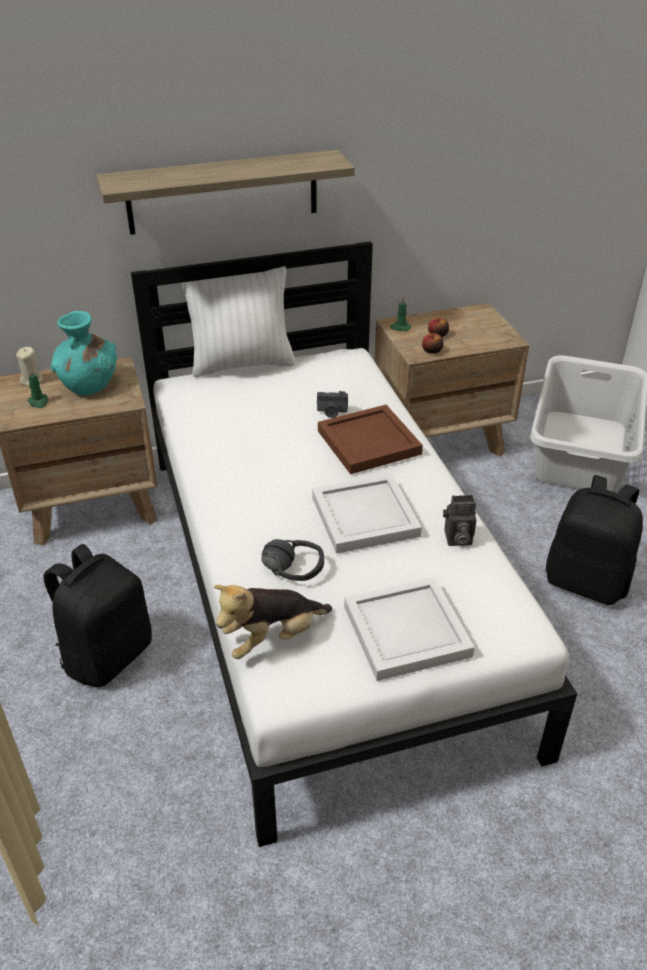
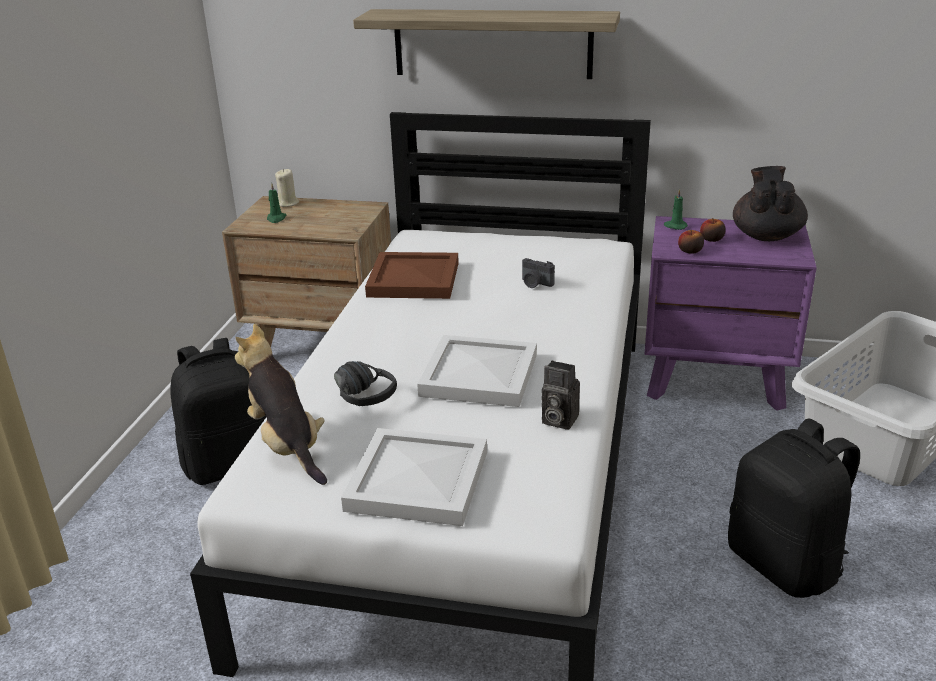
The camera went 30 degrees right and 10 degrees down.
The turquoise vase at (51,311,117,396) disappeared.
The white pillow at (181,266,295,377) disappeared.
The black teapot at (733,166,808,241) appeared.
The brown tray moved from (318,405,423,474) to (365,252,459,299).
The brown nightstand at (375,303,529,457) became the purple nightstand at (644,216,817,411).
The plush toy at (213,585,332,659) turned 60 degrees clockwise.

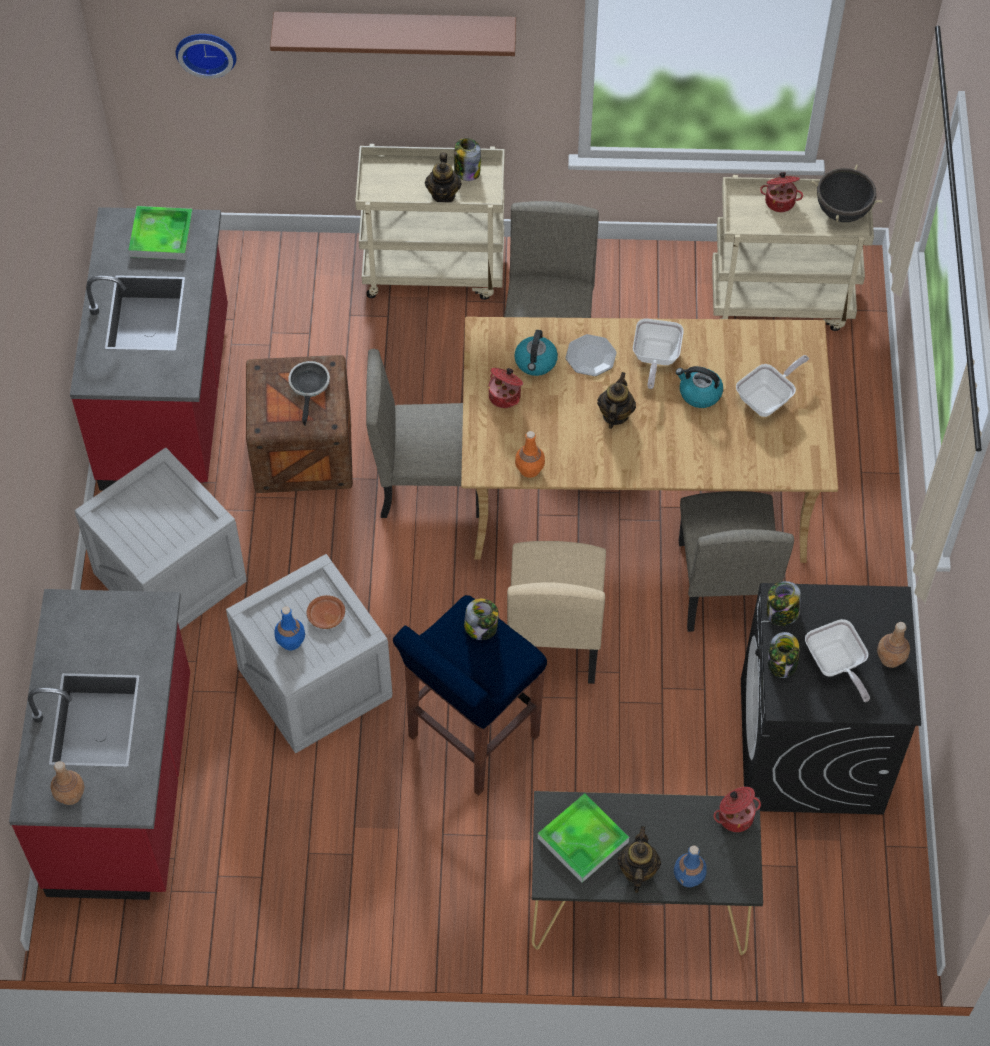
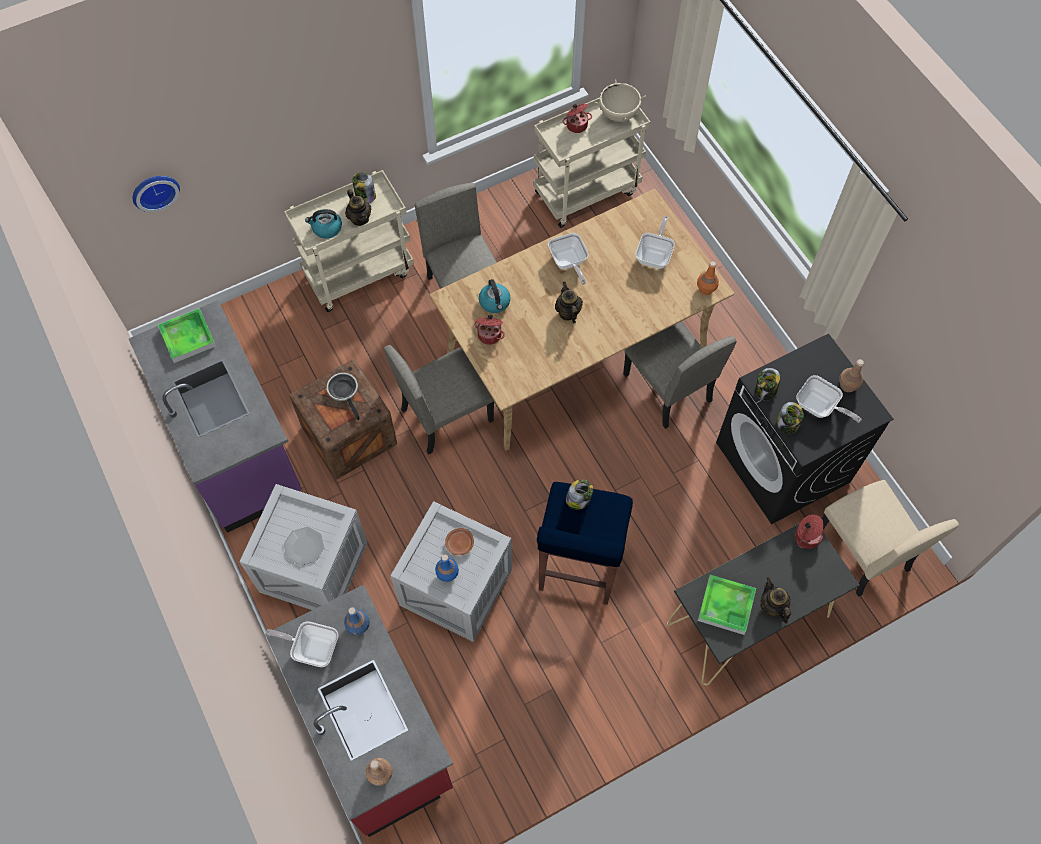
The camera went 30 degrees left and 5 degrees up.
The brown shelf at (270,12,516,56) disappeared.
The frying pan at (266,621,338,667) appeared.
The beige chair moved from (507,541,606,684) to (822,480,959,597).
The orange bottle moved from (515,431,545,478) to (697,261,719,295).
The plate moved from (565,334,617,376) to (284,527,324,565).
The blue bottle moved from (674,846,707,887) to (344,607,370,635).
The kettle moved from (676,366,723,408) to (305,209,342,238).
The red counter at (70,207,228,491) became the purple counter at (129,300,302,533).
The black cooking pot at (811,165,882,222) became the beige cooking pot at (595,79,646,122).

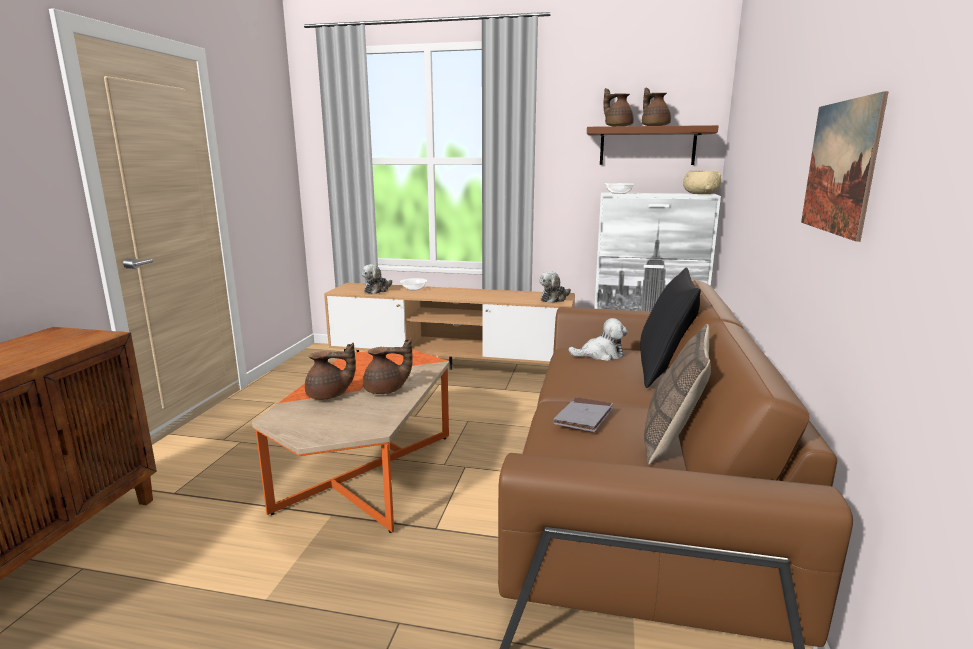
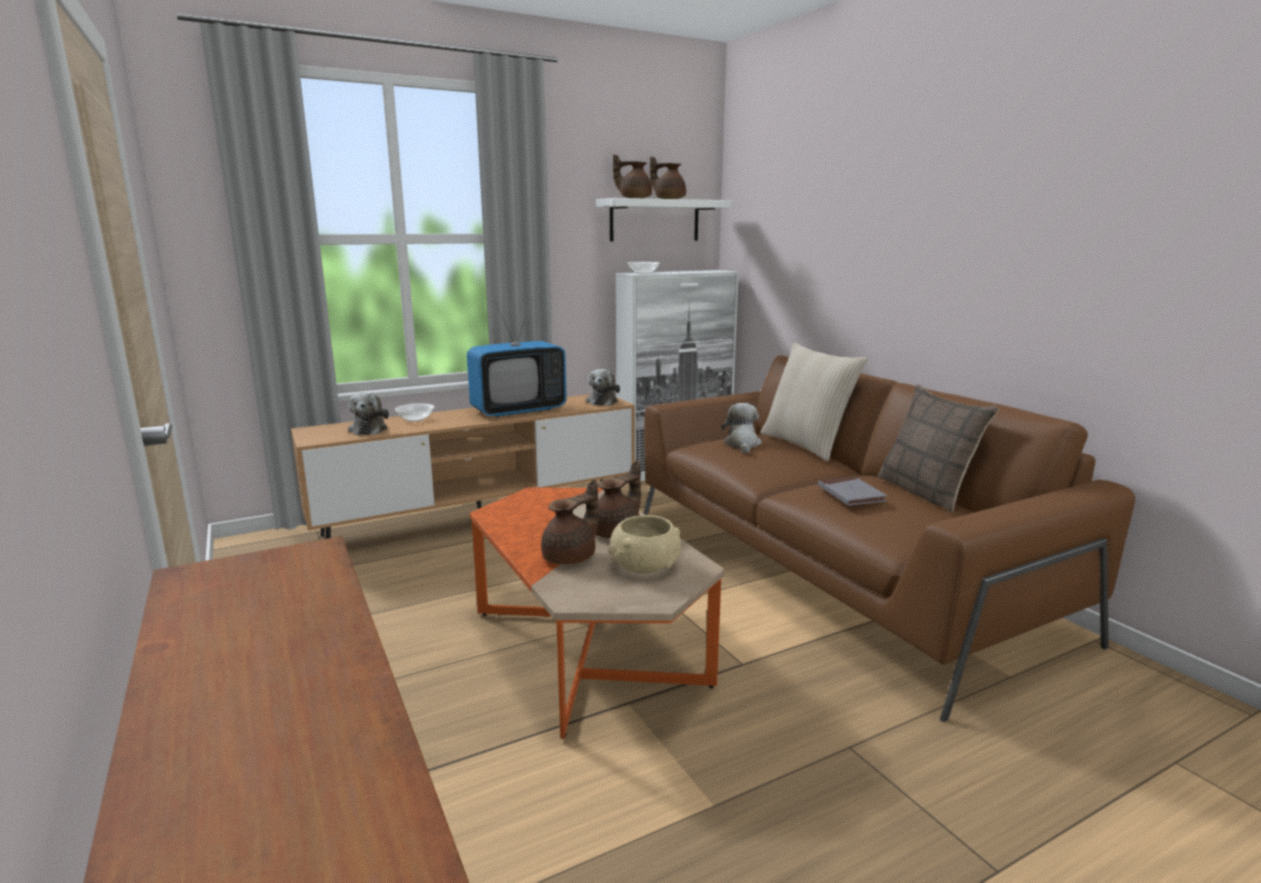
The camera went 40 degrees left and 0 degrees up.
The picture at (801,91,889,242) disappeared.
The television at (467,299,567,417) appeared.
The beige bowl moved from (683,171,721,194) to (608,515,681,573).
The brown shelf at (587,125,718,165) became the white shelf at (596,198,732,241).
The black pillow at (640,268,701,388) became the beige pillow at (760,343,867,462).
The plush toy at (568,318,628,361) turned 45 degrees counterclockwise.

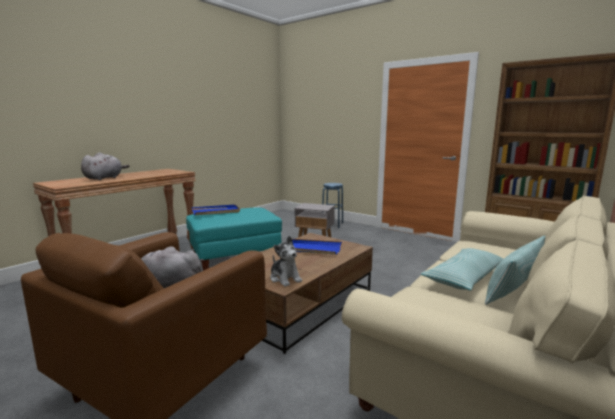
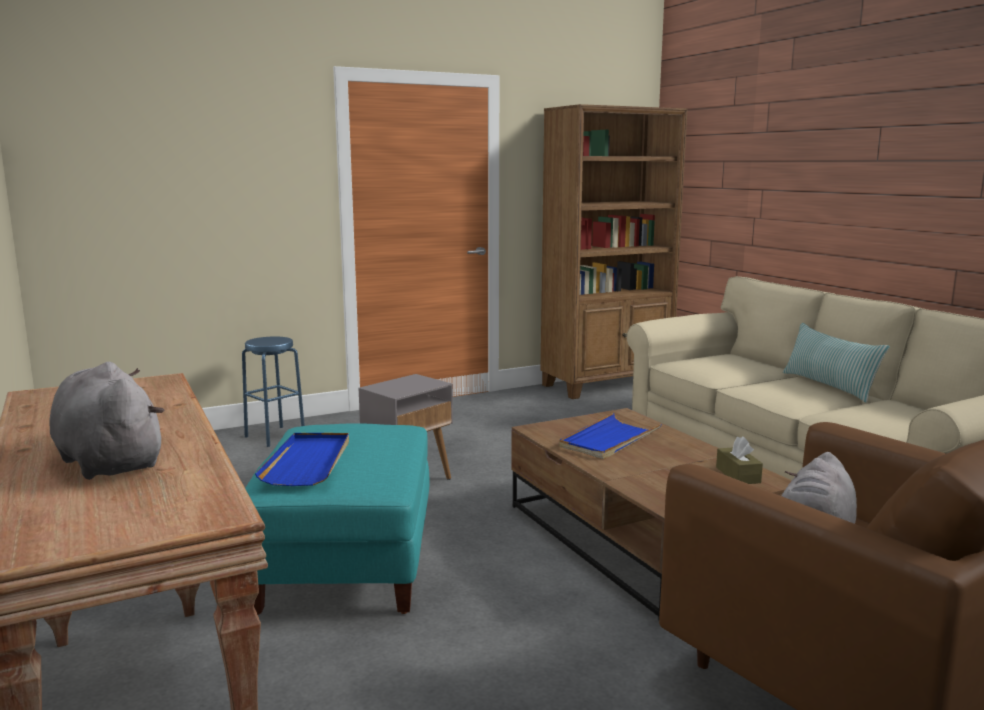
The camera went 65 degrees left and 0 degrees up.
The pillow at (421,248,504,291) disappeared.
The plush toy at (270,236,302,287) was replaced by the brown tissue box at (716,436,763,484).

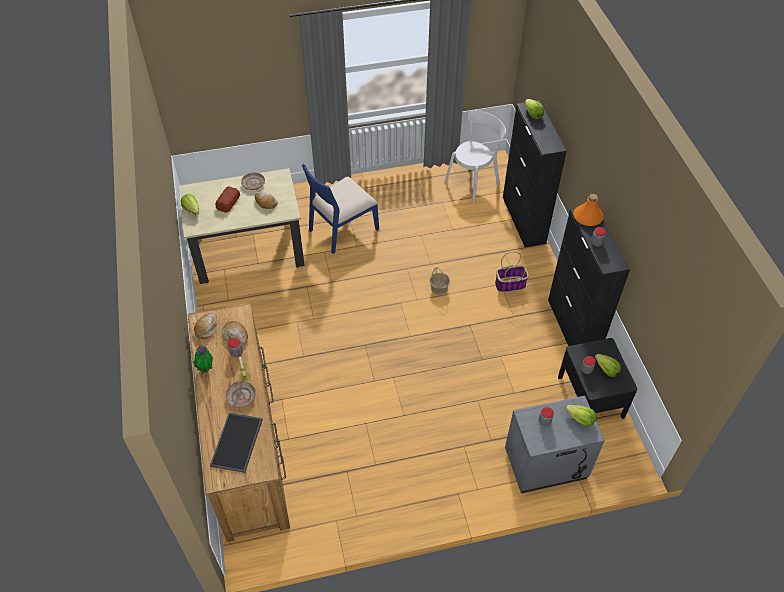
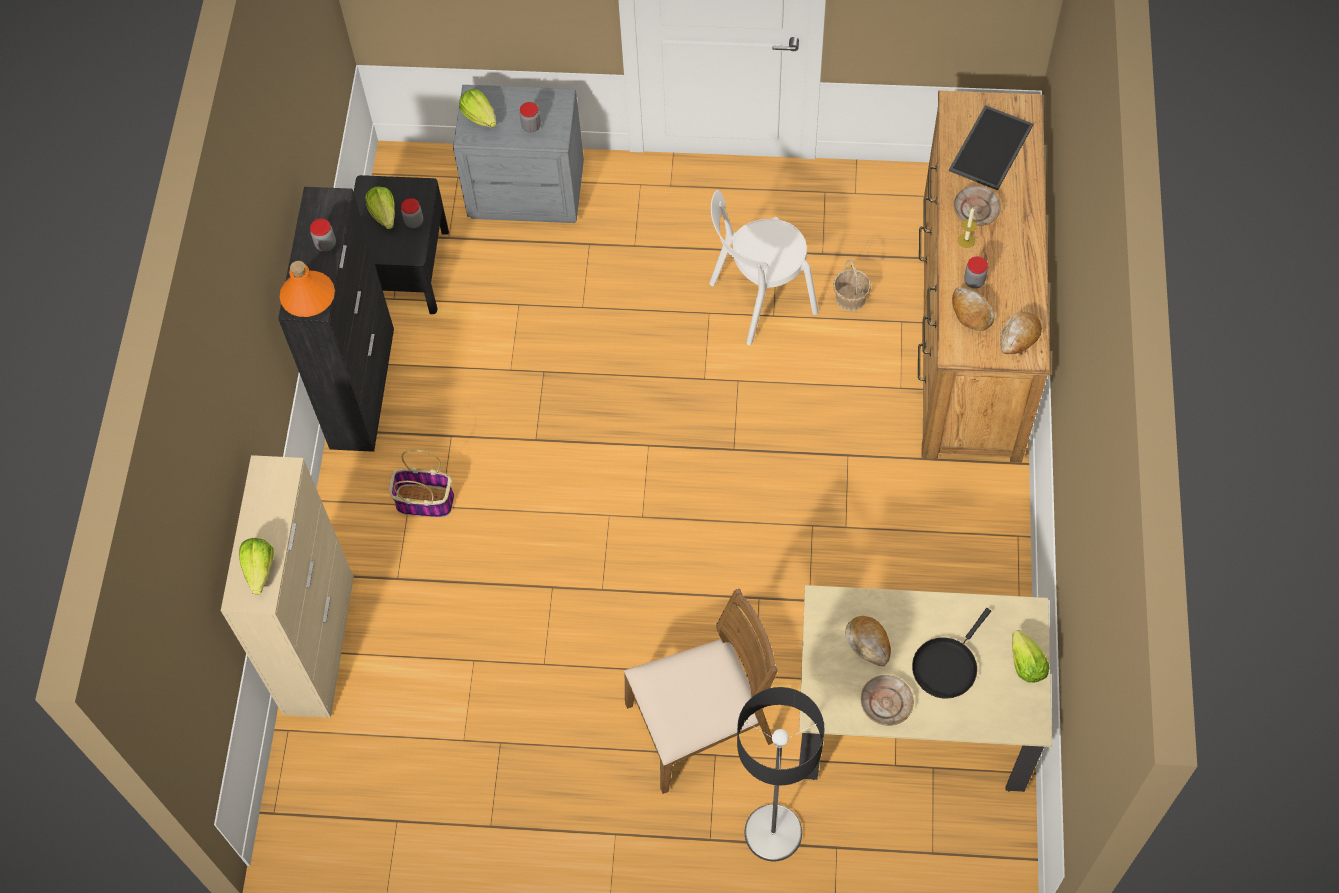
The camera went 160 degrees left and 10 degrees up.
The potted plant at (193,346,213,373) disappeared.
The floor lamp at (737,687,825,861) appeared.
The basket moved from (430,267,450,295) to (833,260,871,311).
The white chair moved from (444,110,506,203) to (709,190,818,345).
The bread at (215,186,240,213) was replaced by the black frying pan at (912,608,991,699).
The blue chair at (302,163,379,254) became the brown chair at (624,589,778,794).
The black cabinet at (503,100,567,247) became the beige cabinet at (221,455,354,718).

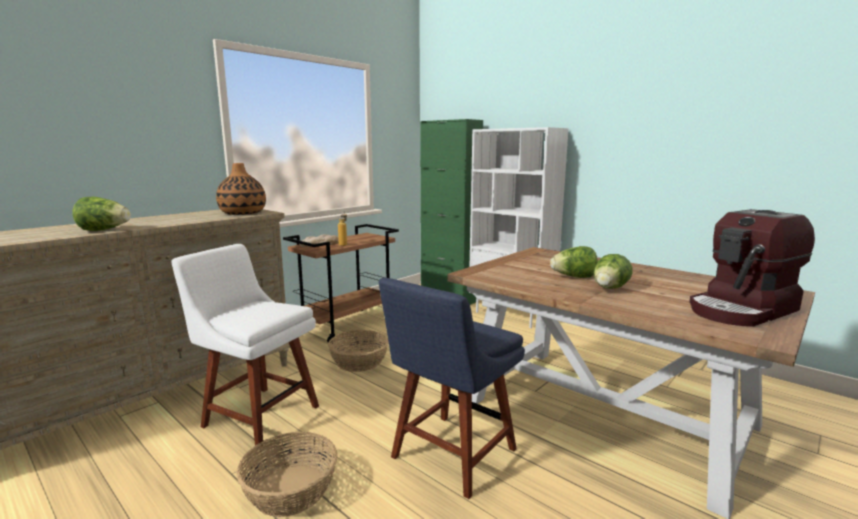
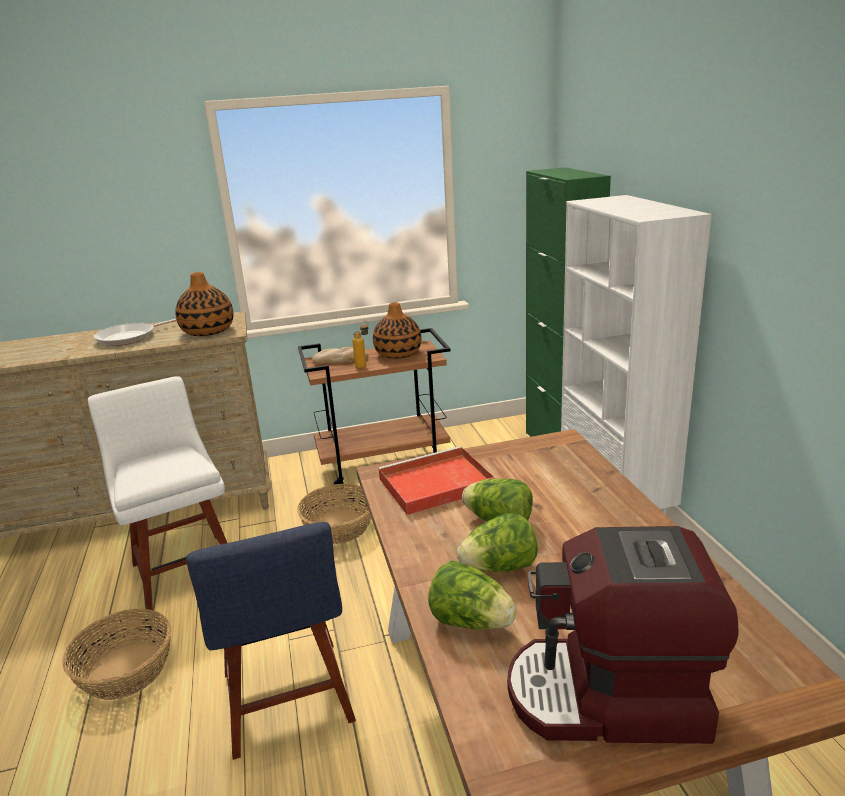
The camera went 35 degrees right and 10 degrees up.
The frying pan at (93,319,177,346) appeared.
The vase at (373,302,422,359) appeared.
The red tray at (378,446,495,515) appeared.
The lettuce moved from (72,197,131,231) to (428,561,517,629).
The blue chair at (379,278,525,499) turned 90 degrees counterclockwise.

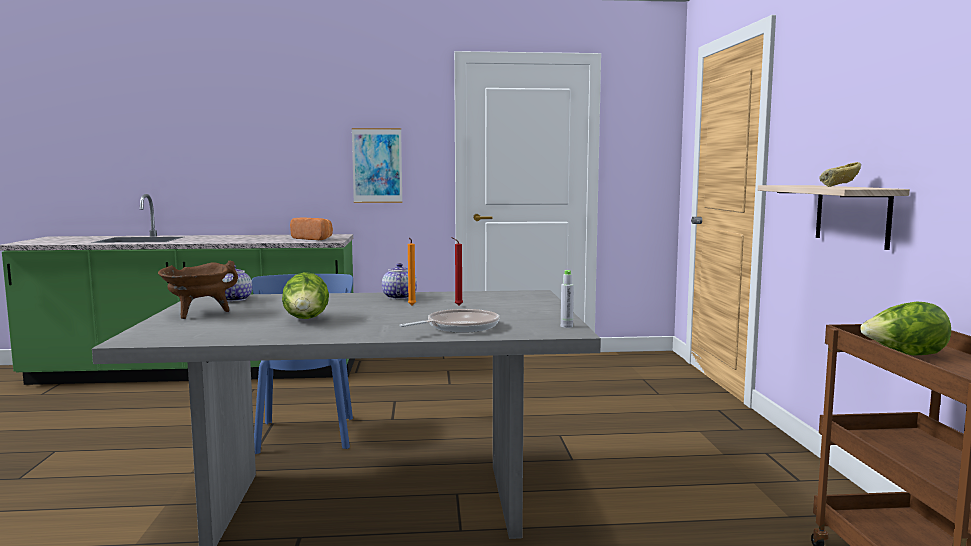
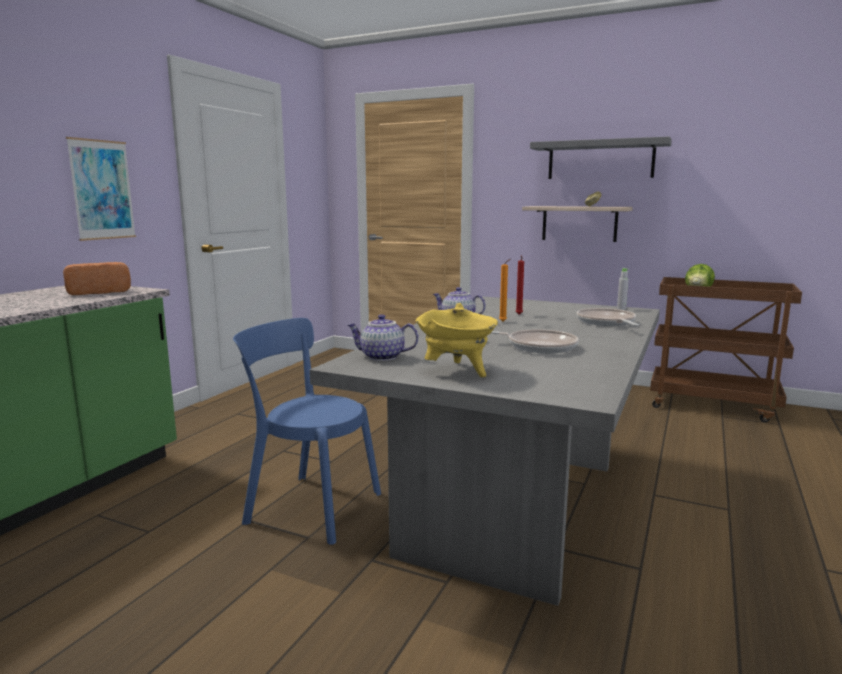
The camera went 60 degrees left and 5 degrees up.
The grey shelf at (530,136,672,179) appeared.
The lettuce at (282,272,329,319) was replaced by the frying pan at (490,329,579,353).
The brown cooking pot at (158,261,238,319) became the yellow cooking pot at (415,303,498,377).

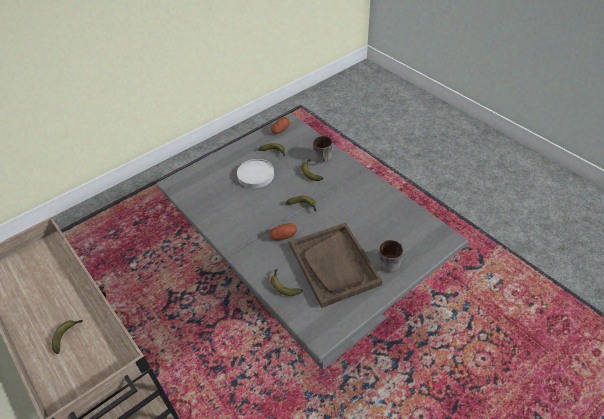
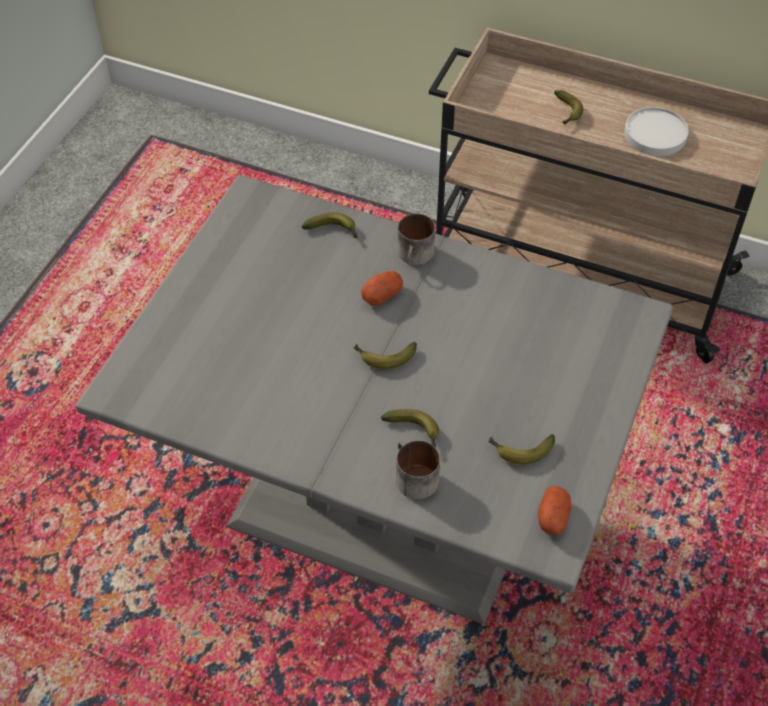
The camera went 150 degrees right and 5 degrees up.
The brown tray at (290,223,382,308) disappeared.
The white plate moved from (237,159,274,188) to (624,107,689,156).
The mug moved from (377,240,403,272) to (398,214,435,265).

